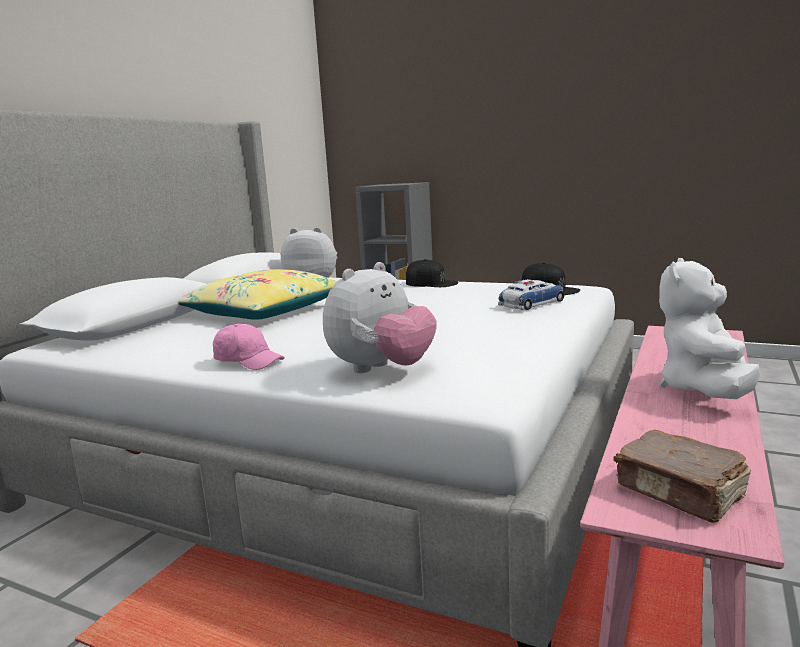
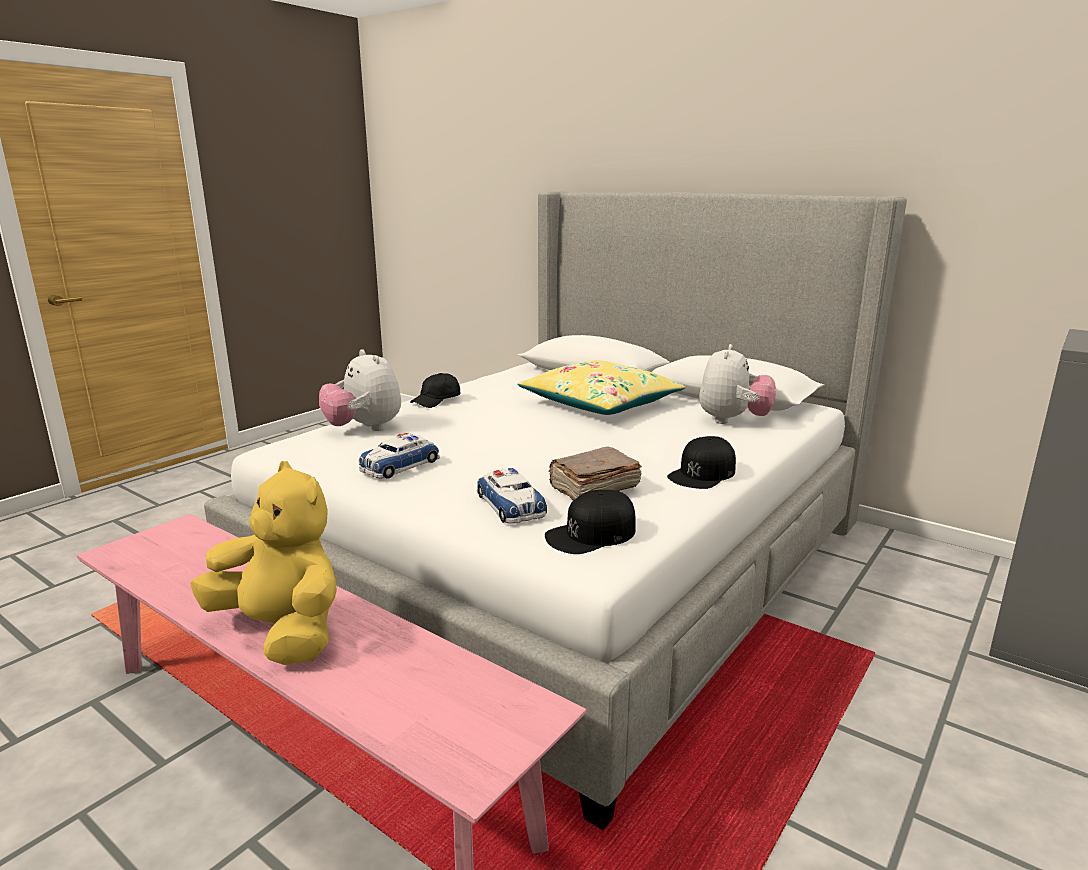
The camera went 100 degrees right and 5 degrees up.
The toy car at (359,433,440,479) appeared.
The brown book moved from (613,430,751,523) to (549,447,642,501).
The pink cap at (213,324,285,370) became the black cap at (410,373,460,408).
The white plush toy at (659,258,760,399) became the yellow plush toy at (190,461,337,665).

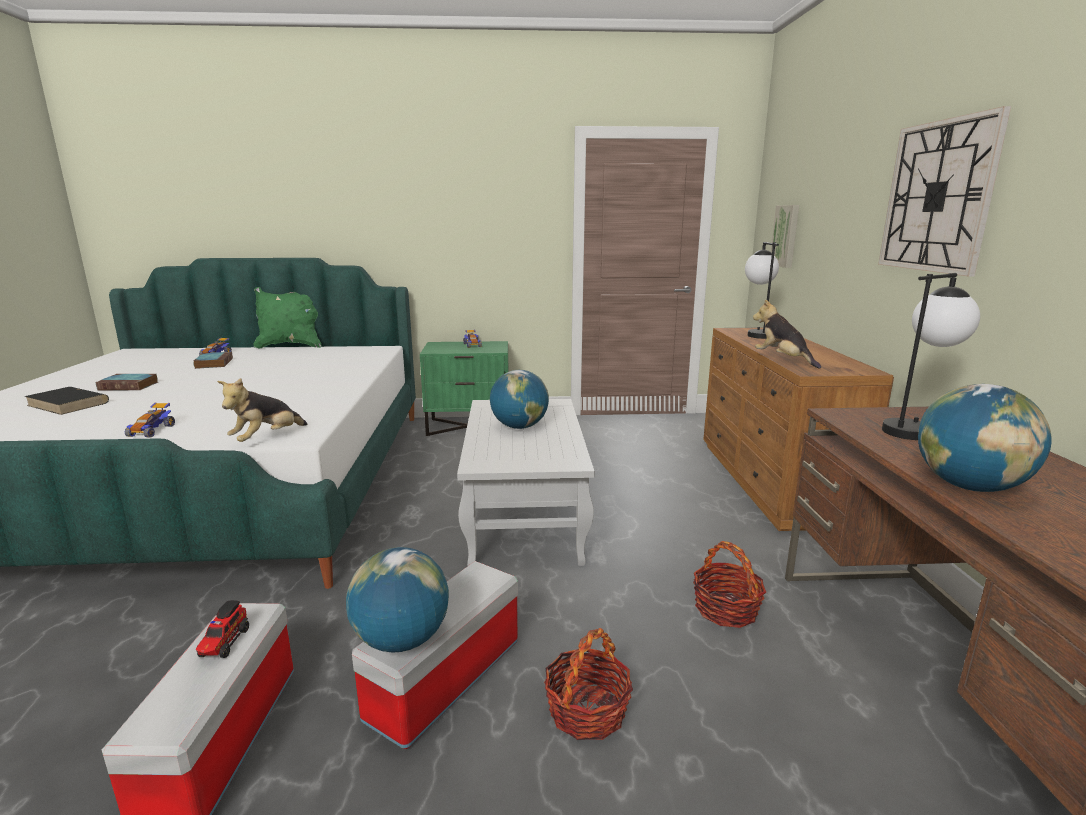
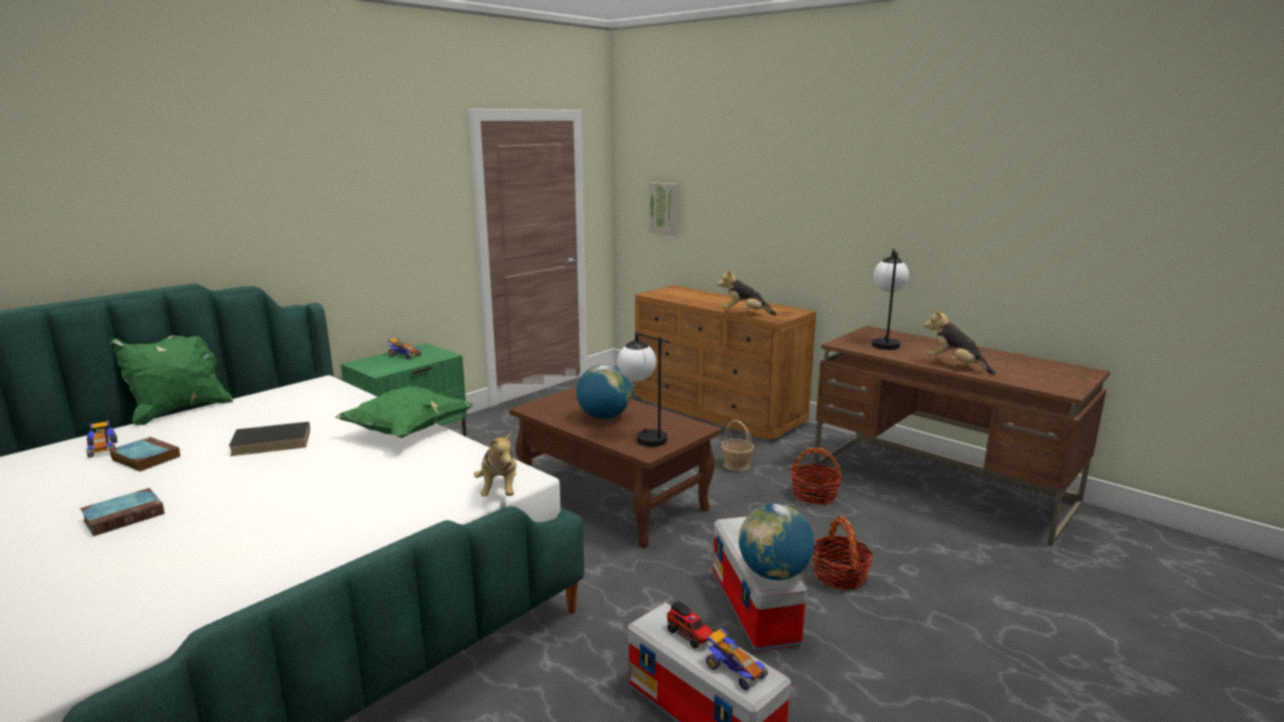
The camera went 45 degrees left and 0 degrees up.
The wall clock at (878,106,1011,276) disappeared.
The green pillow at (335,387,474,438) appeared.
The basket at (721,420,754,471) appeared.
The black book moved from (24,387,109,415) to (229,422,310,456).
The toy car moved from (125,403,175,438) to (706,628,768,690).
The table lamp moved from (745,242,779,339) to (617,332,669,447).
The globe at (918,384,1051,492) was replaced by the plush toy at (924,308,996,375).
The white coffee table at (457,399,594,566) became the brown coffee table at (510,386,722,548).

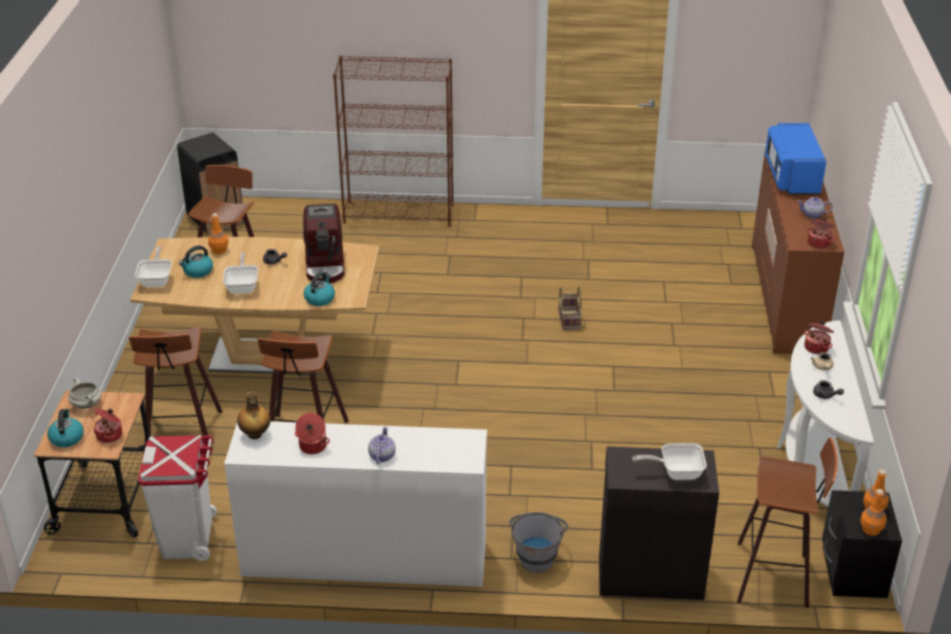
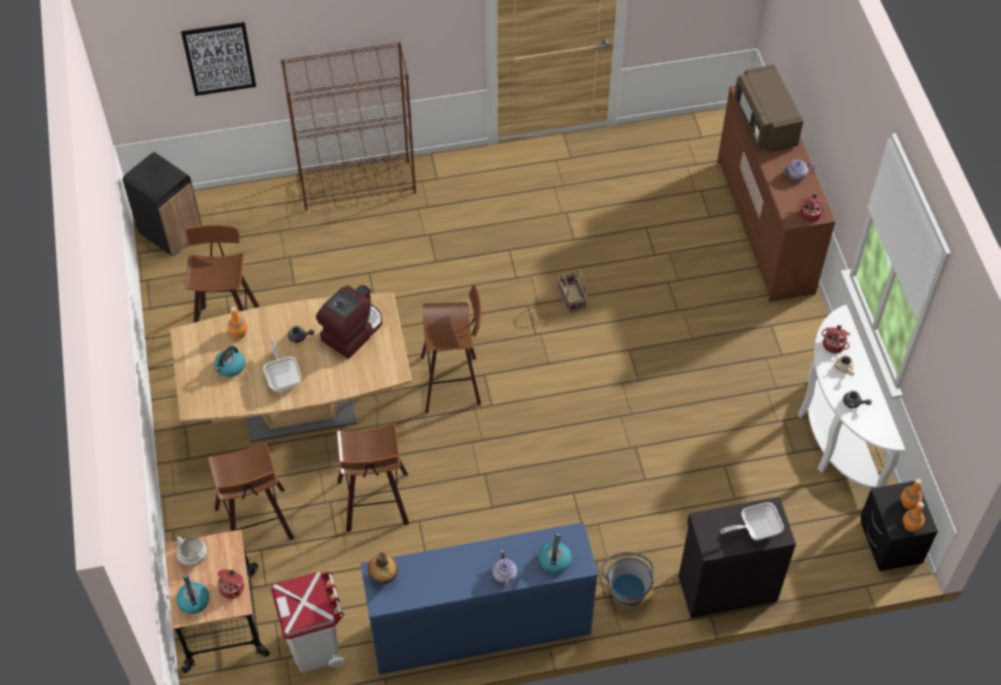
The camera went 15 degrees left and 20 degrees up.
The frying pan at (135,246,172,288) disappeared.
The cooking pot at (295,413,330,454) disappeared.
The picture at (181,22,256,96) appeared.
The kettle moved from (304,272,335,306) to (538,533,572,573).
The stool moved from (737,438,838,608) to (421,284,481,414).
The white dresser at (224,421,487,587) became the blue dresser at (360,522,598,675).
The blue microwave at (765,123,826,195) became the brown microwave at (734,64,803,152).
The coffee machine at (303,204,344,283) turned 120 degrees counterclockwise.

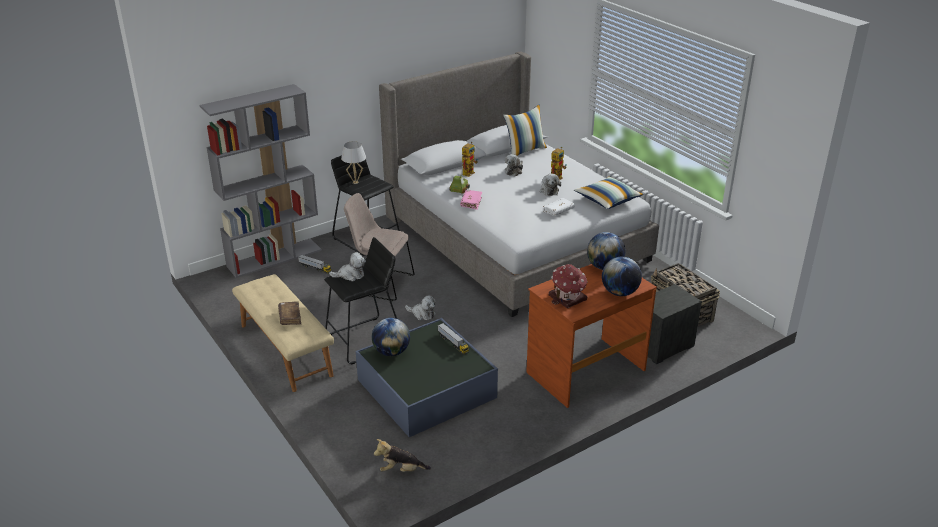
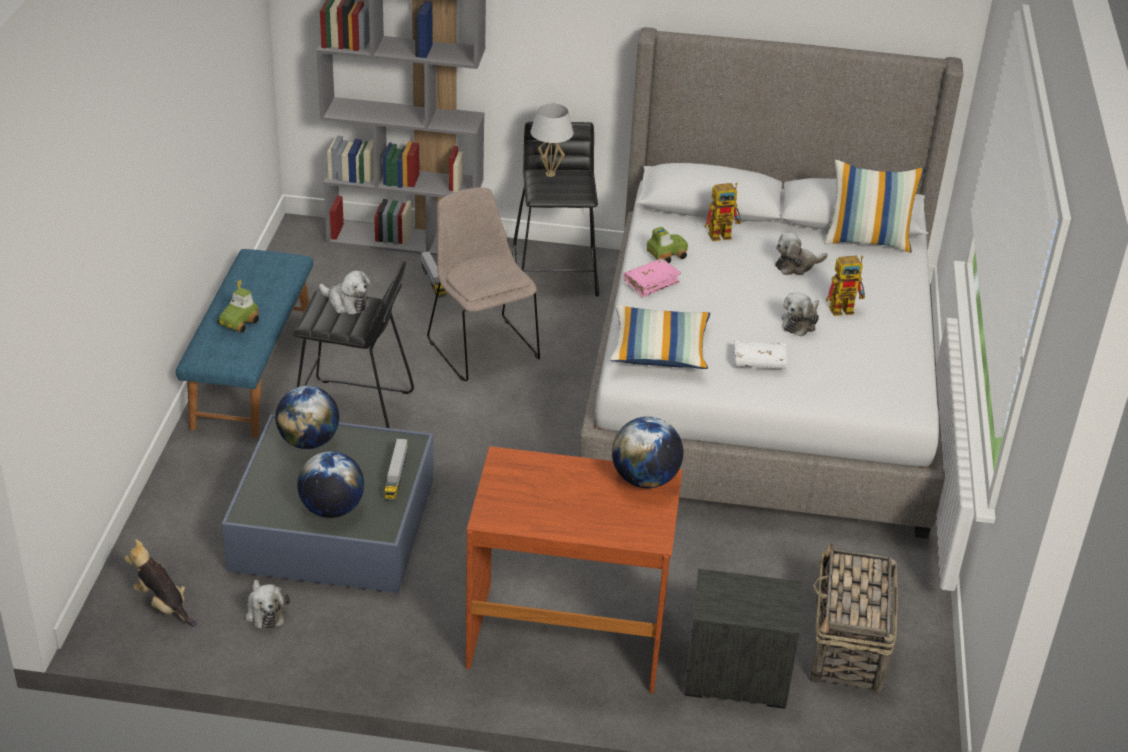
The camera went 40 degrees right and 5 degrees up.
The toy house at (549,264,588,309) disappeared.
The plush toy moved from (405,295,436,320) to (245,579,290,630).
The pillow moved from (574,176,643,209) to (610,305,710,369).
The globe moved from (602,257,642,296) to (297,451,364,518).
The brown book at (278,301,301,325) was replaced by the toy car at (217,280,259,333).
The beige bench at (232,274,334,392) became the blue bench at (176,249,313,438).

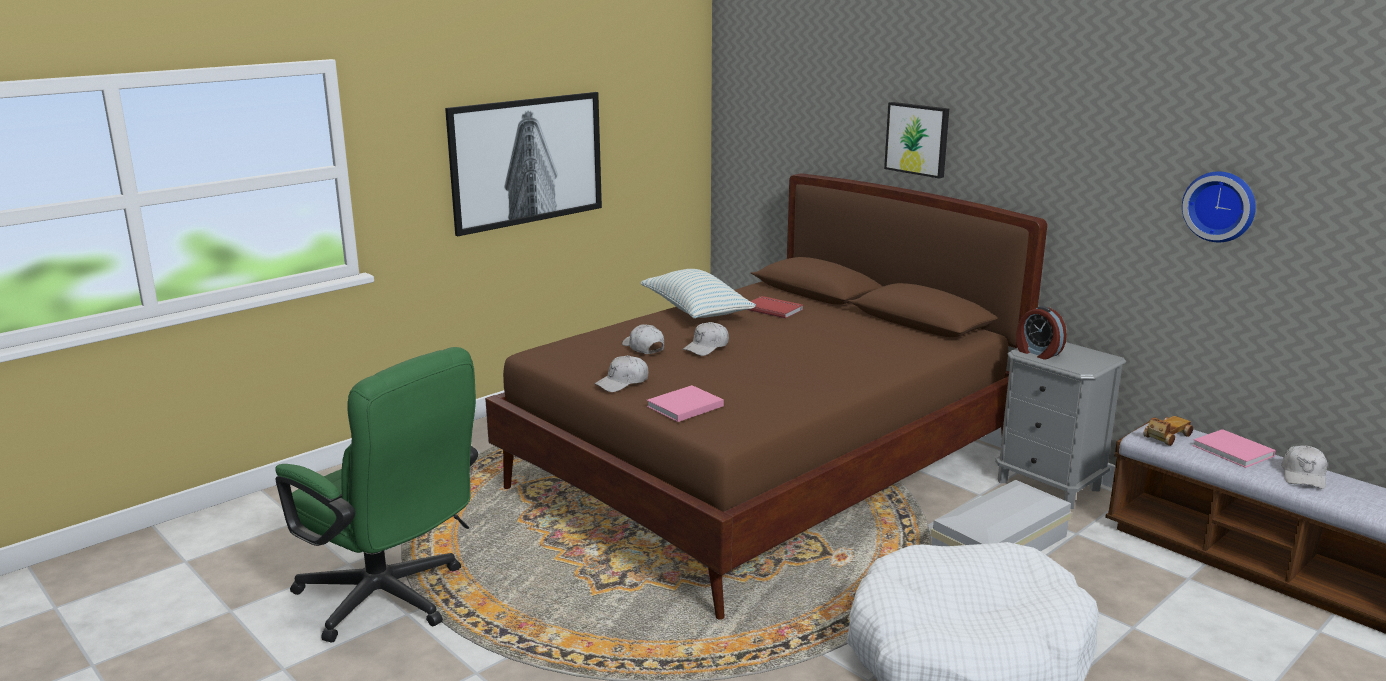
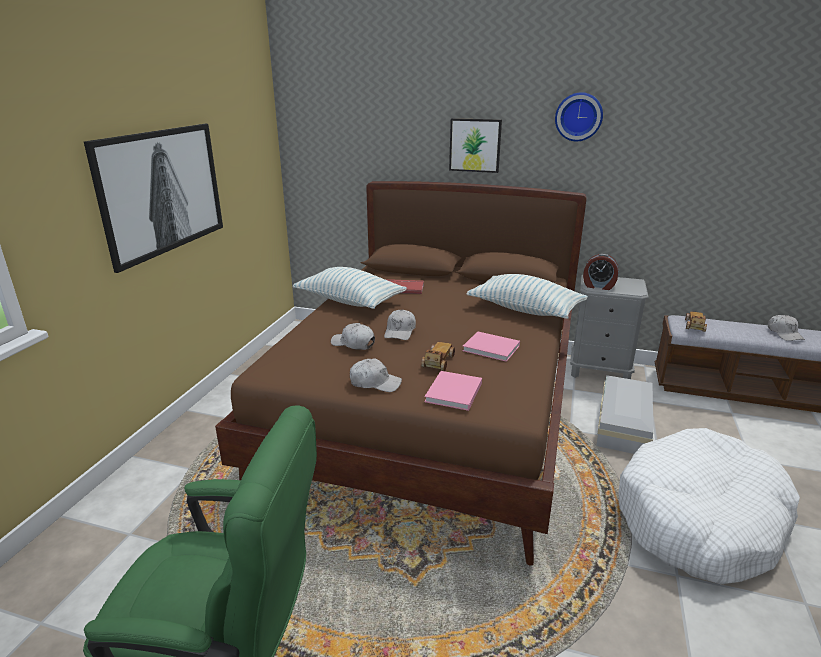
The camera went 30 degrees left and 5 degrees up.
The toy car at (421,342,455,371) appeared.
The pillow at (466,274,588,319) appeared.
The wall clock moved from (1182,171,1256,243) to (555,92,603,141).
The pink book moved from (1193,429,1276,468) to (462,331,520,362).
The white cap at (595,355,649,392) turned 105 degrees counterclockwise.

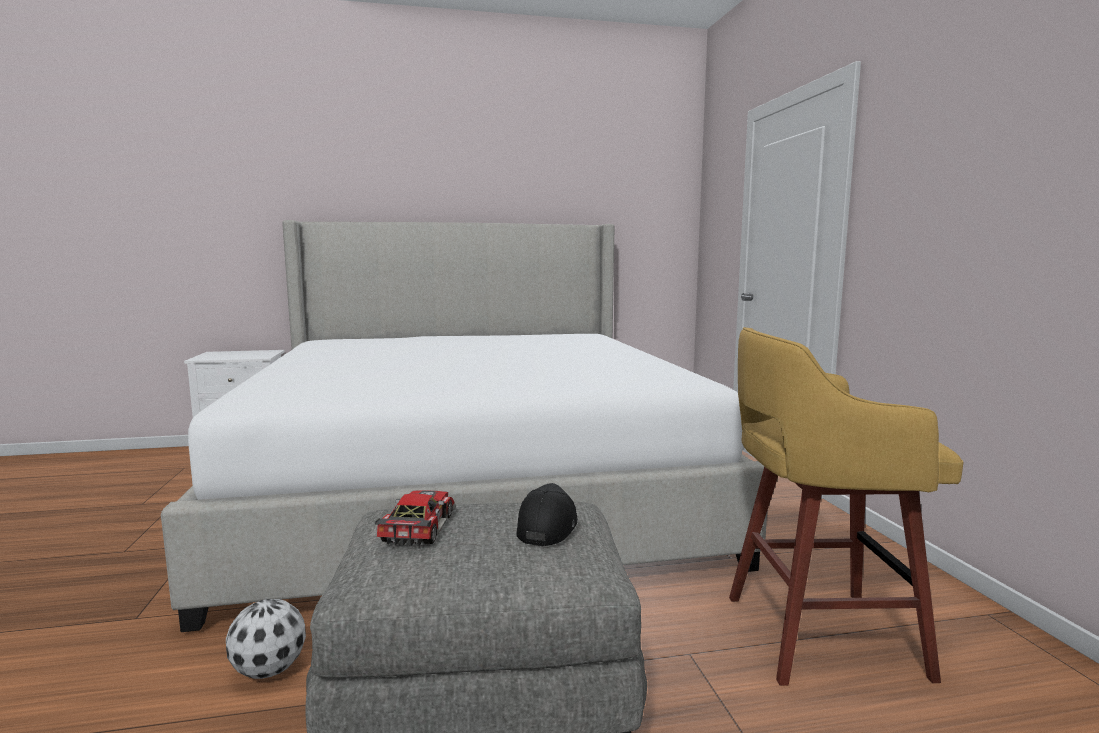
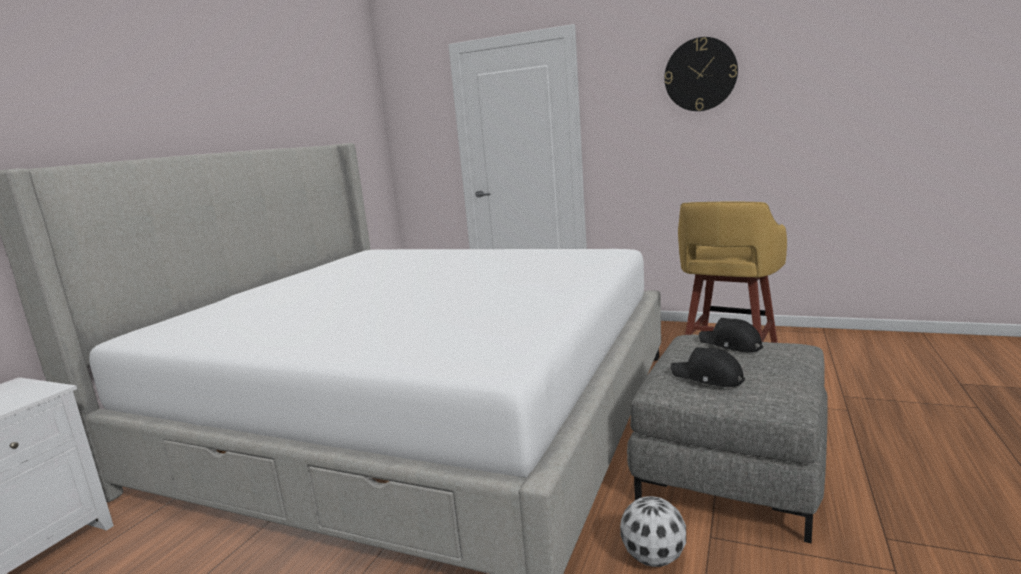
The camera went 55 degrees left and 5 degrees up.
The wall clock at (664,37,738,111) appeared.
The toy car at (375,490,456,546) was replaced by the black cap at (671,347,745,387).

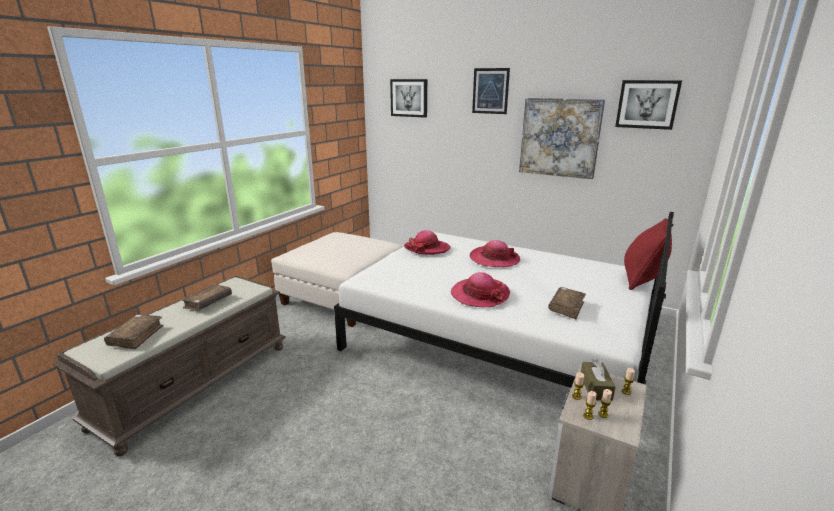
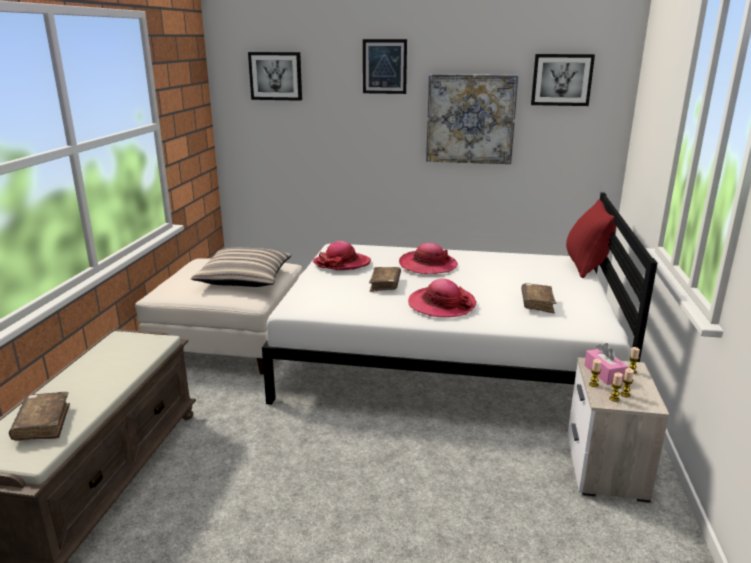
The camera went 20 degrees left and 0 degrees up.
The pillow at (191,248,292,287) appeared.
The brown book moved from (181,284,232,310) to (369,267,401,292).
The brown tissue box at (581,358,615,401) became the pink tissue box at (584,343,628,385).

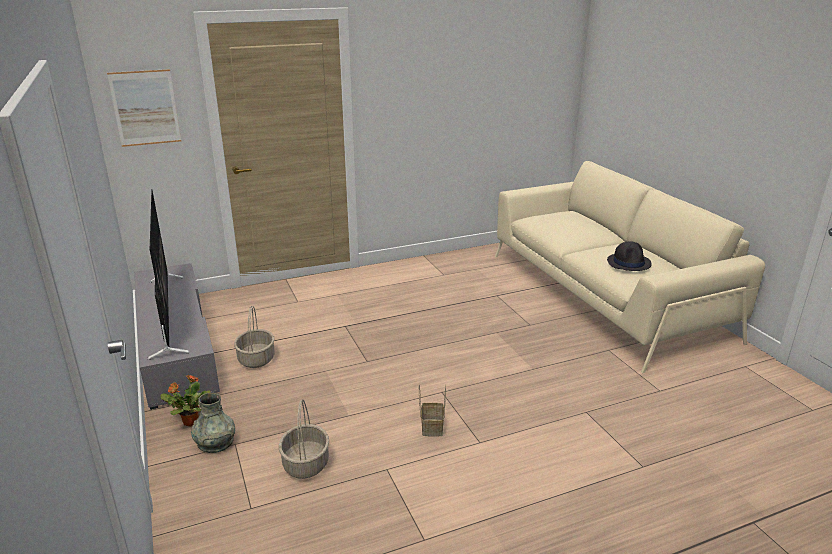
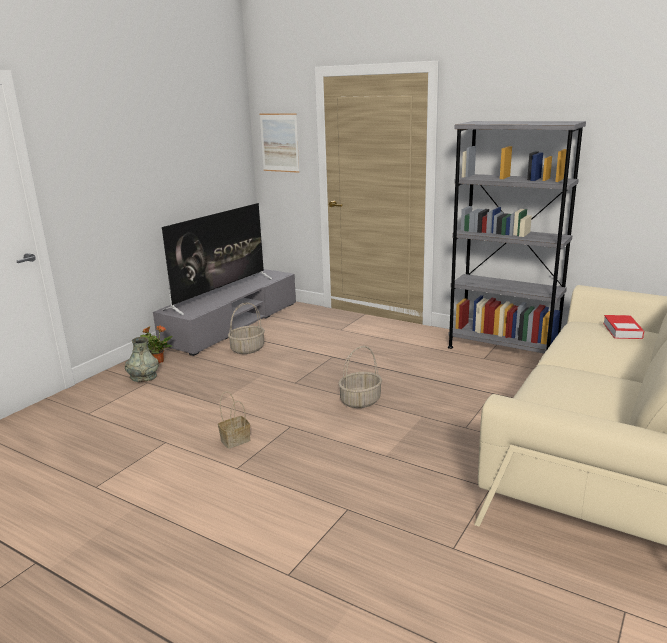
The camera went 55 degrees right and 5 degrees down.
The black hat at (607,241,652,271) disappeared.
The grey bookcase at (448,121,586,353) appeared.
The book at (603,315,644,339) appeared.
The basket moved from (279,399,329,479) to (338,346,382,408).

